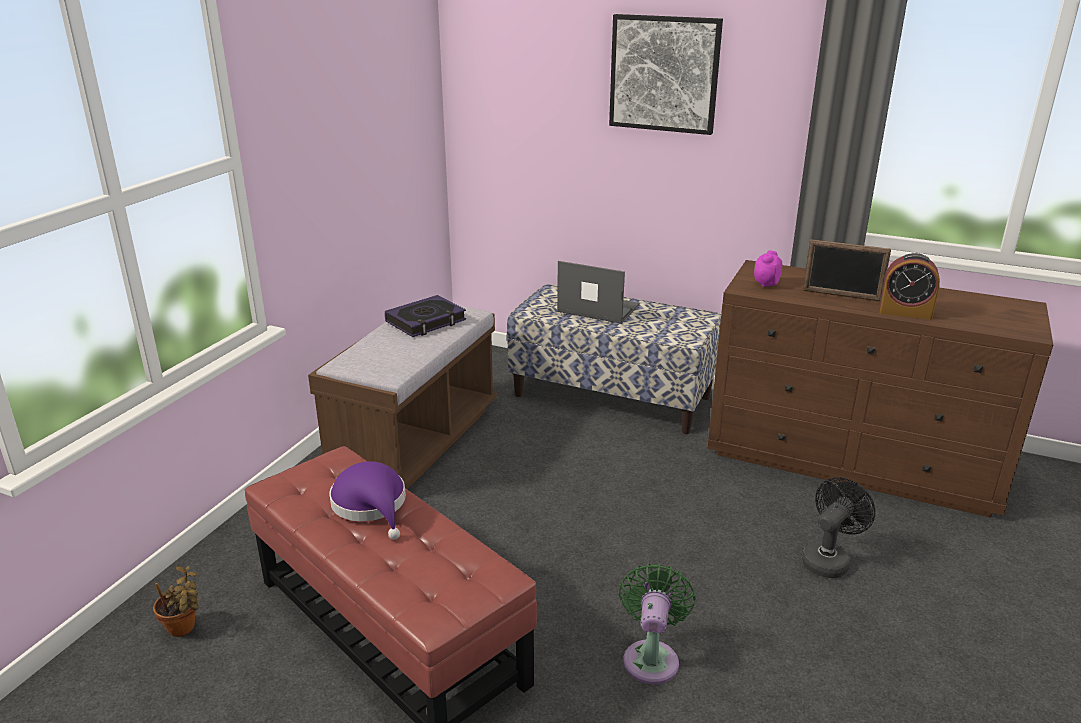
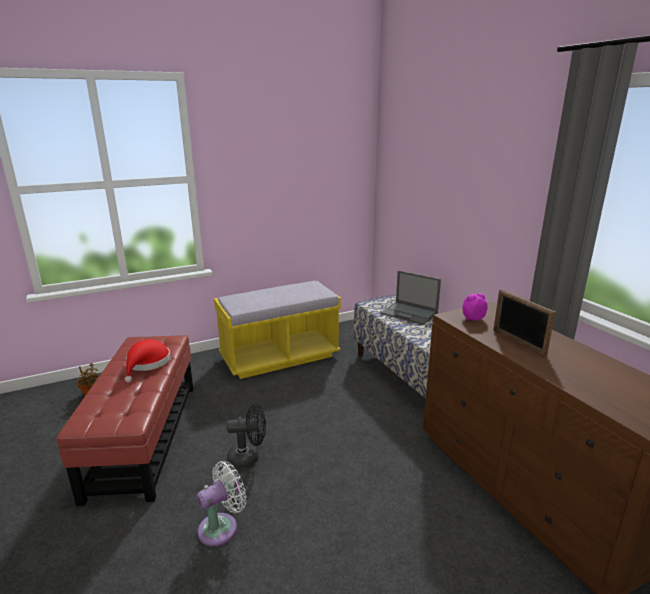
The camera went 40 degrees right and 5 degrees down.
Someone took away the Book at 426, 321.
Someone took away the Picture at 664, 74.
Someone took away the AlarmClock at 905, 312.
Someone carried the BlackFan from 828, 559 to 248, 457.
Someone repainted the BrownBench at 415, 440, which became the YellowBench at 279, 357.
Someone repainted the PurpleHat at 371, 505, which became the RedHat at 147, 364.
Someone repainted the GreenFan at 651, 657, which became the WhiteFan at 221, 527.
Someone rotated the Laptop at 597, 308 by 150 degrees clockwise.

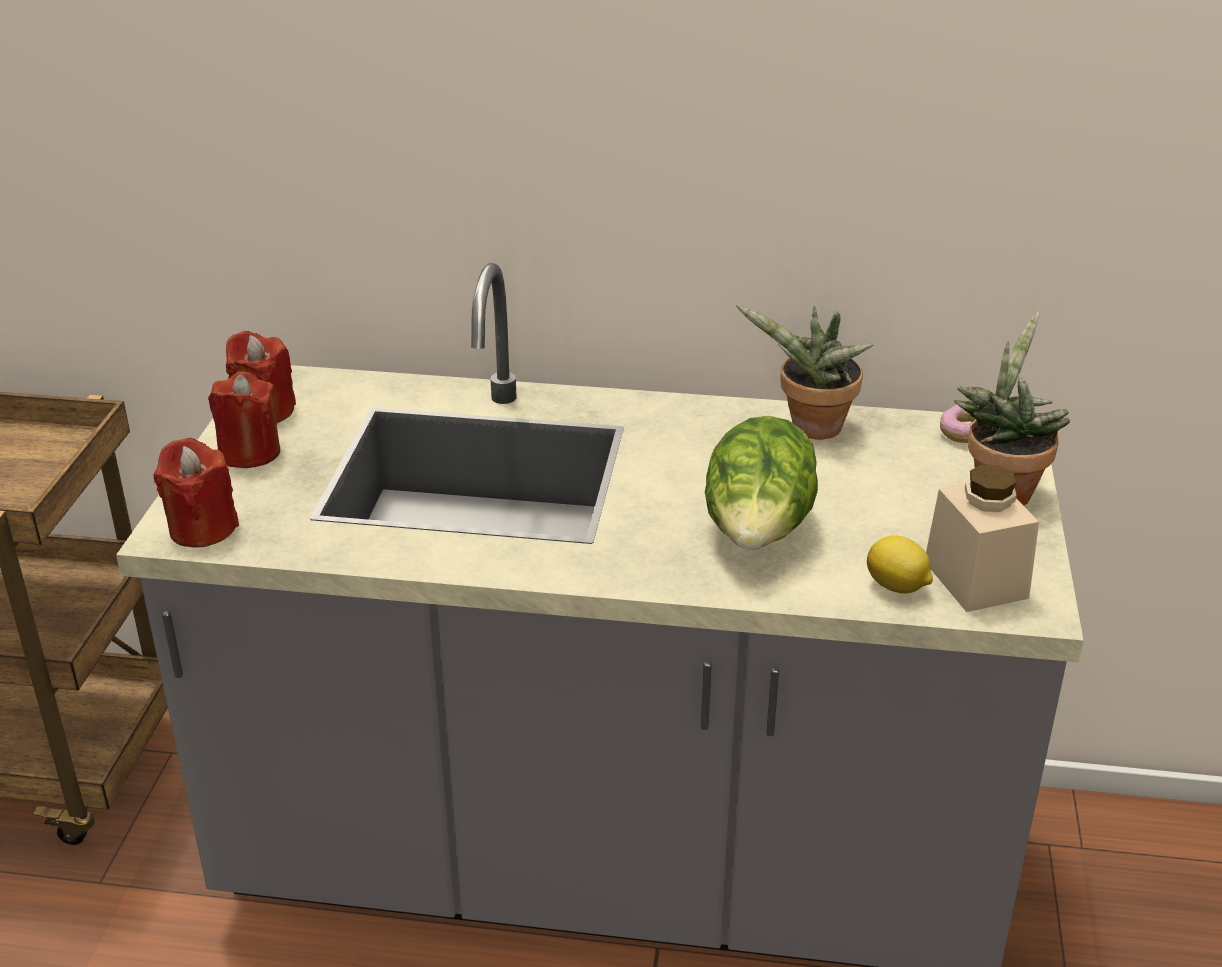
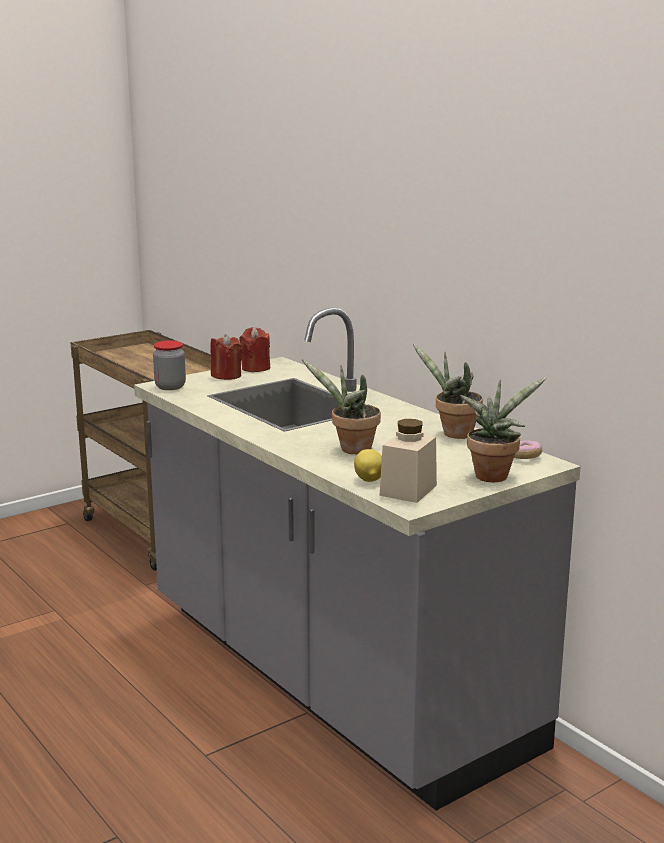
The camera went 45 degrees right and 15 degrees down.
Someone swapped the RedCandle at 202, 528 for the Jar at 170, 387.
Someone swapped the Lettuce at 758, 535 for the PottedPlant at 351, 450.

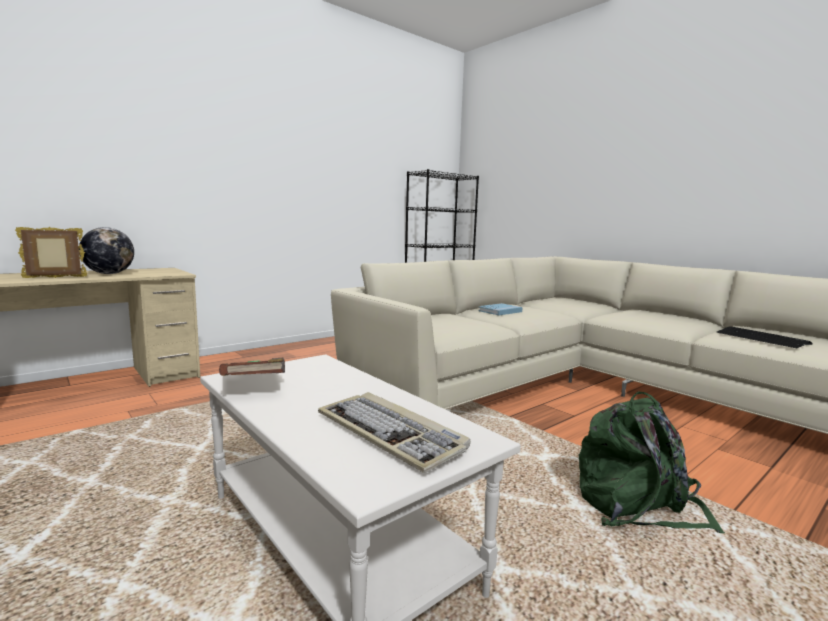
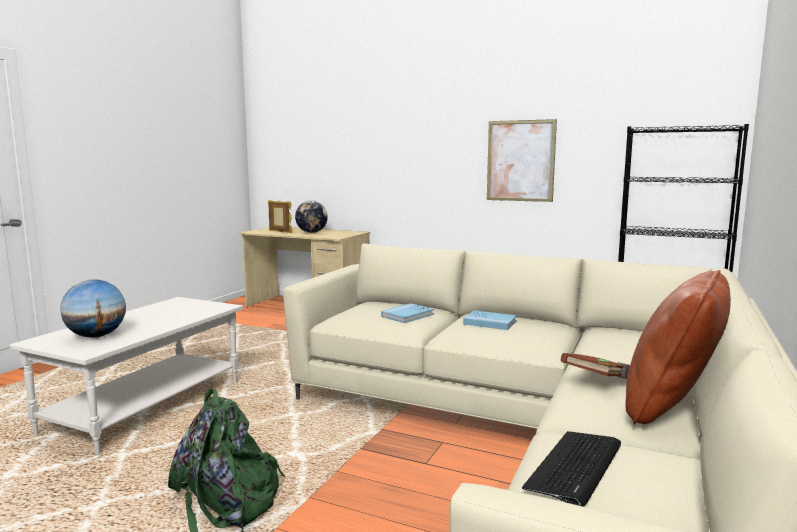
The camera went 65 degrees right and 0 degrees up.
Someone put down the BlueBook at 407, 315.
Someone put up the Picture at 520, 161.
Someone put down the BrownPillow at 672, 407.
Someone carried the BrownBook from 254, 385 to 600, 381.
Someone swapped the Keyboard at 391, 433 for the Globe at 96, 336.

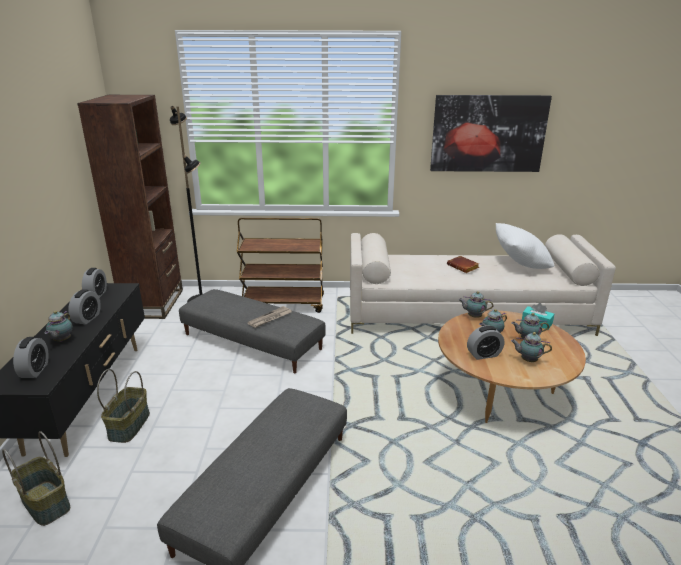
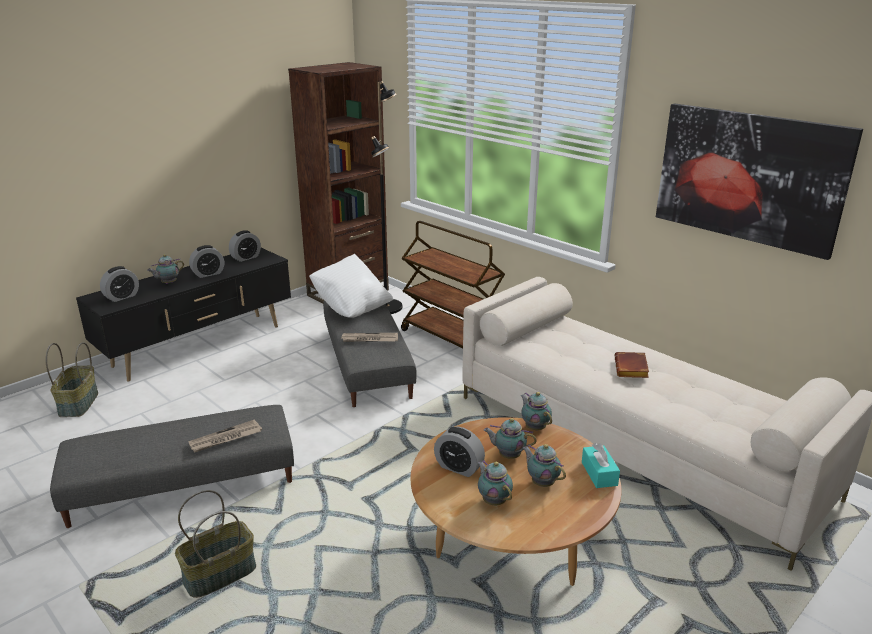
The camera went 45 degrees right and 0 degrees up.
Someone put down the Newspaper at 225, 439.
Someone carried the Basket from 129, 425 to 220, 574.
Someone carried the WhitePillow from 520, 264 to 352, 308.

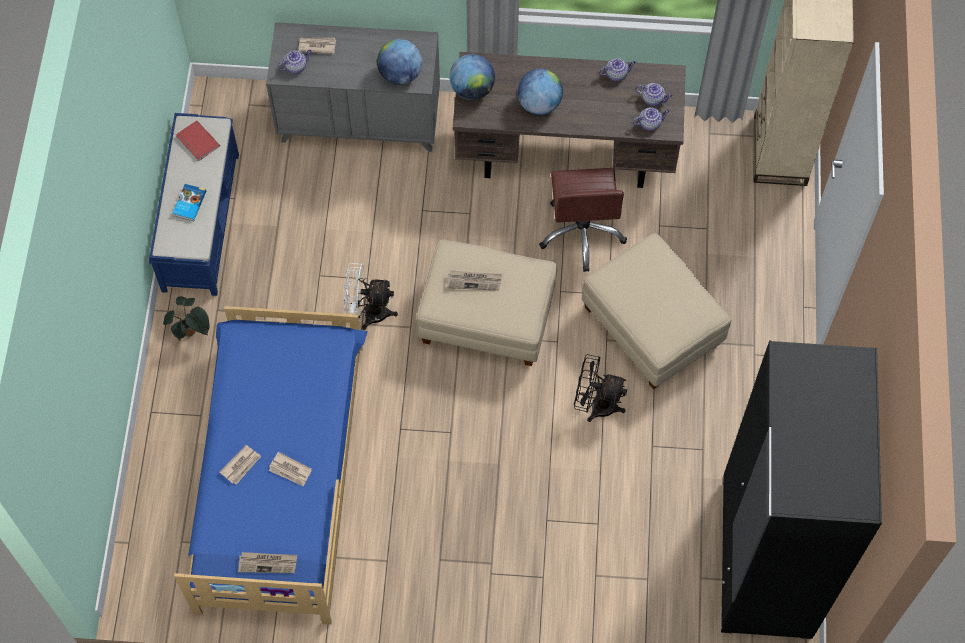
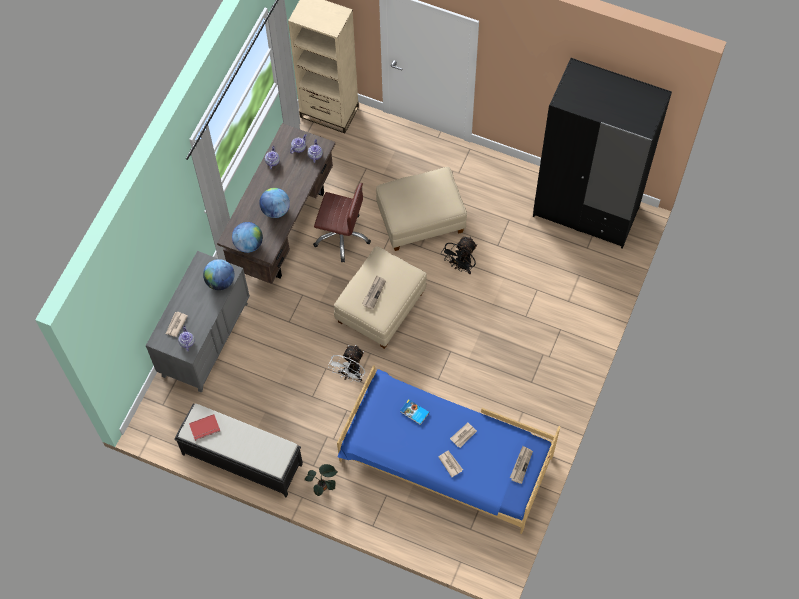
The camera went 70 degrees left and 0 degrees up.
Someone carried the Book from 189, 204 to 414, 413.
Someone repainted the BlueBench at 201, 220, which became the BlackBench at 241, 458.

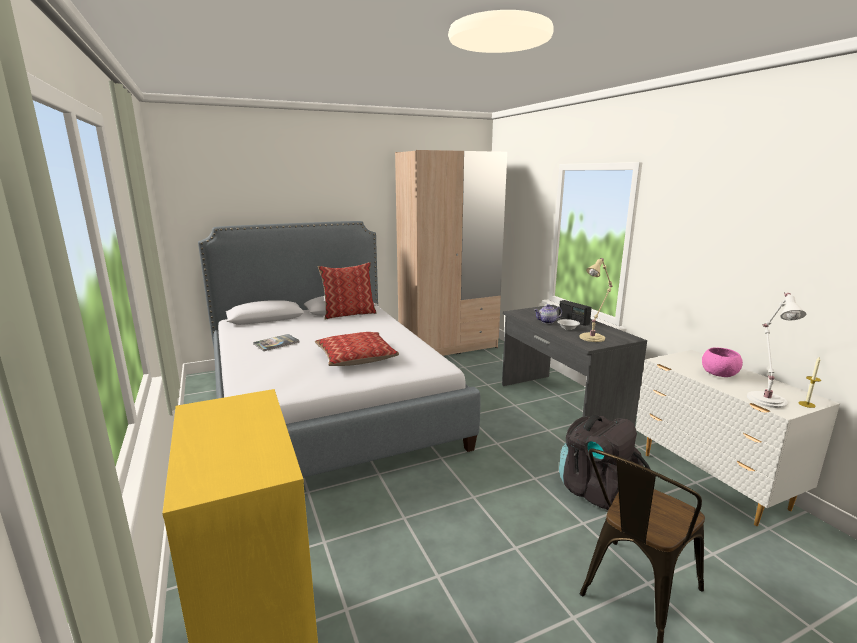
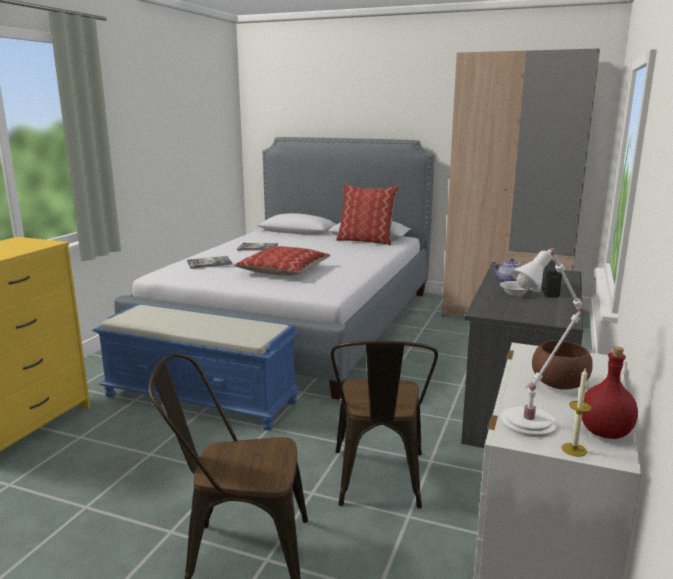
The camera went 45 degrees right and 0 degrees up.
Someone took away the BeigeTableLamp at 593, 337.
Someone put down the BlueBench at 202, 398.
Someone put down the Book at 209, 263.
Someone put down the RedBottle at 606, 433.
Someone swapped the BlackBackpack at 597, 492 for the BrownChair at 379, 483.
Someone repainted the PinkBowl at 718, 374, which became the BrownBowl at 558, 384.

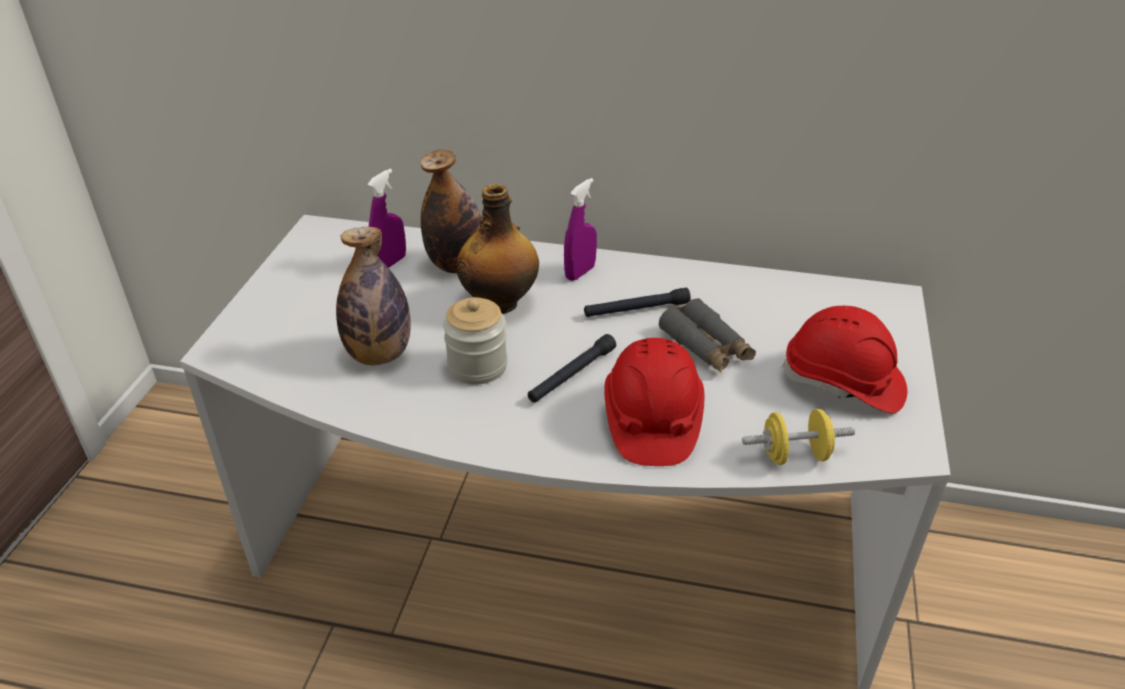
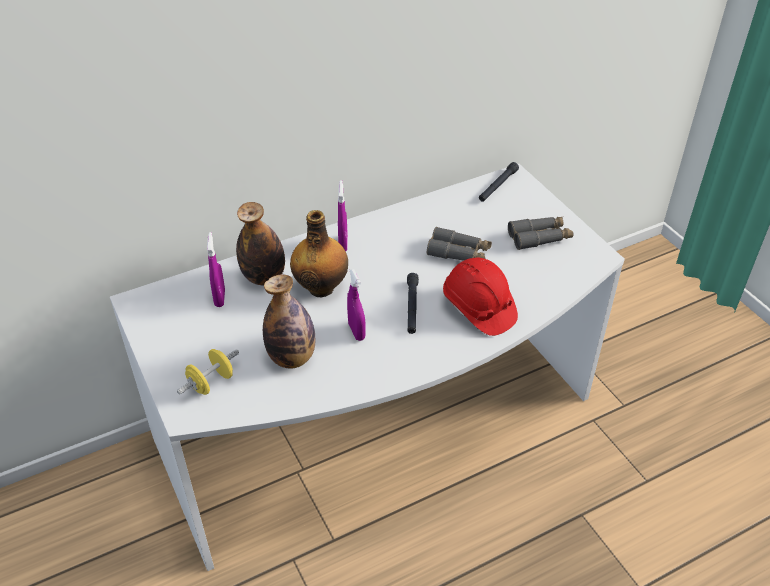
The camera went 40 degrees left and 5 degrees up.
Someone carried the BlackFlashlight from 636, 310 to 497, 186.
Someone carried the YellowDumbbell from 794, 455 to 211, 383.
Someone swapped the Jar at 477, 366 for the PurpleSprayBottle at 356, 331.
Someone swapped the RedHardHat at 843, 383 for the GreyBinoculars at 539, 237.

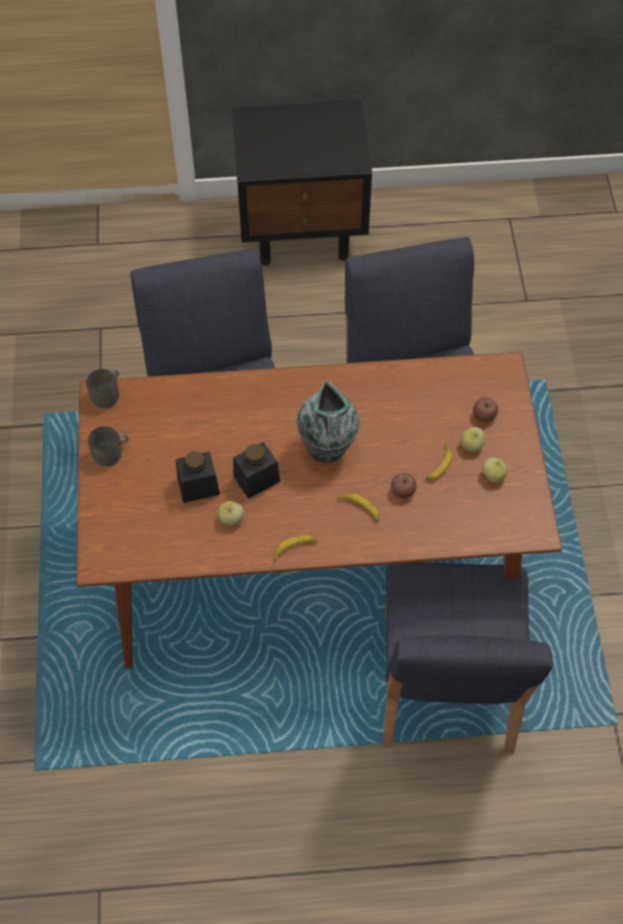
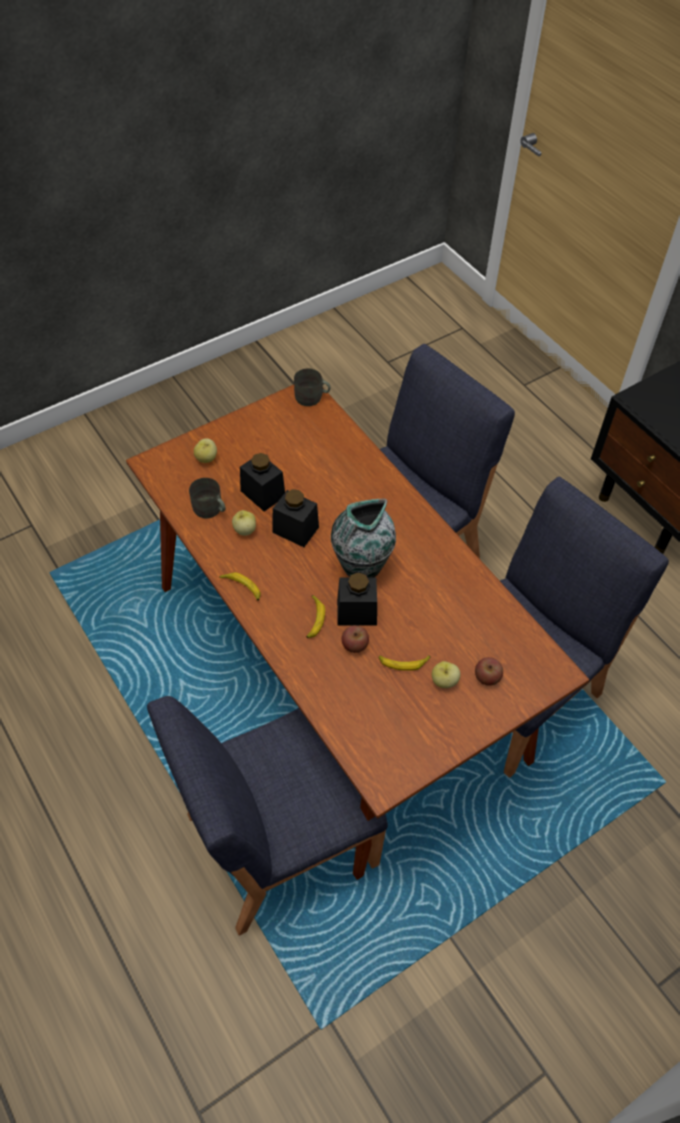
The camera went 60 degrees right and 5 degrees down.
Someone put down the BlackJar at 357, 612.
Someone carried the GreyMug from 111, 453 to 210, 510.
Someone carried the Apple from 493, 475 to 206, 458.

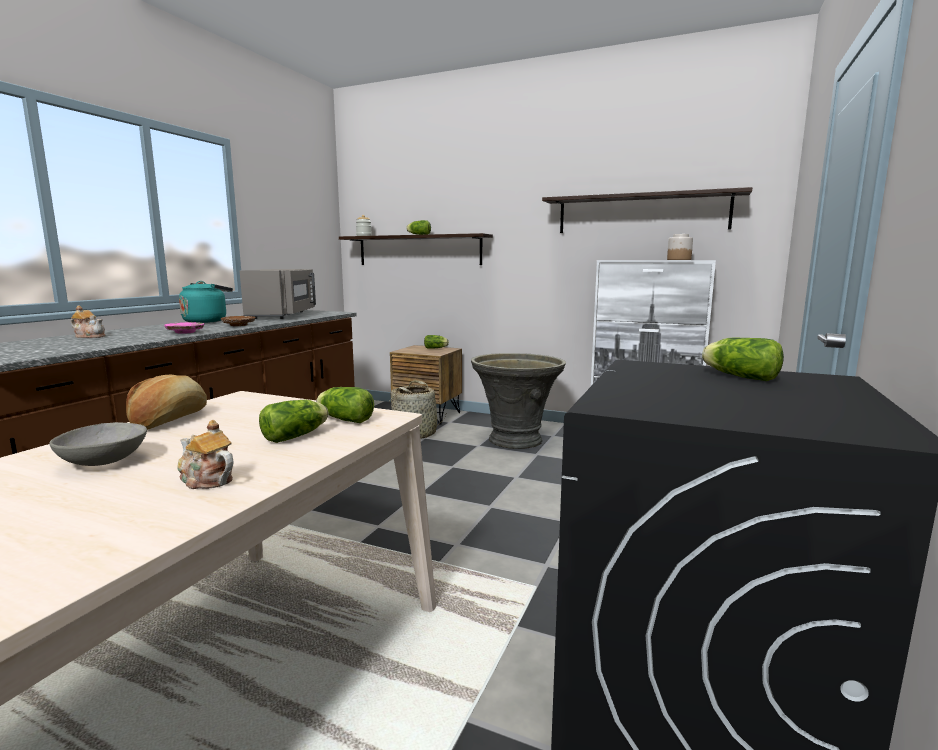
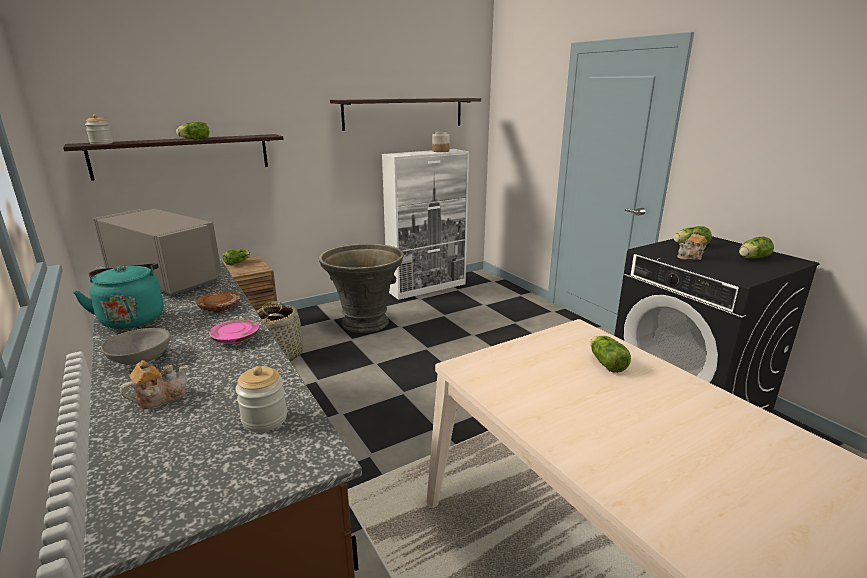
The camera went 55 degrees left and 10 degrees up.
Someone took away the Bread at 169, 420.
Someone put down the Jar at 264, 419.
Someone carried the GreyBowl from 103, 462 to 140, 360.
Someone carried the Teapot from 206, 480 to 690, 257.
Someone carried the Lettuce from 344, 419 to 752, 258.

